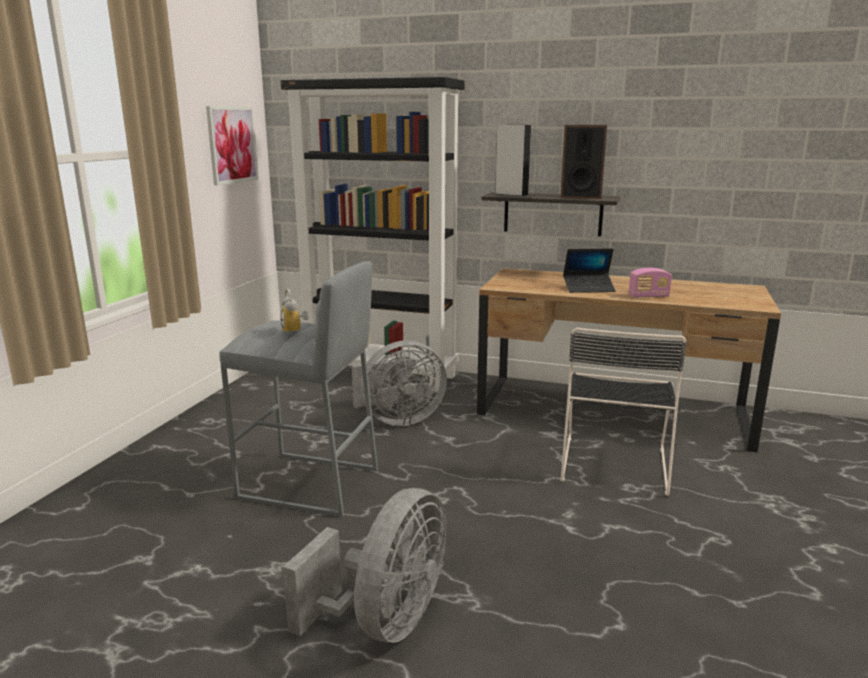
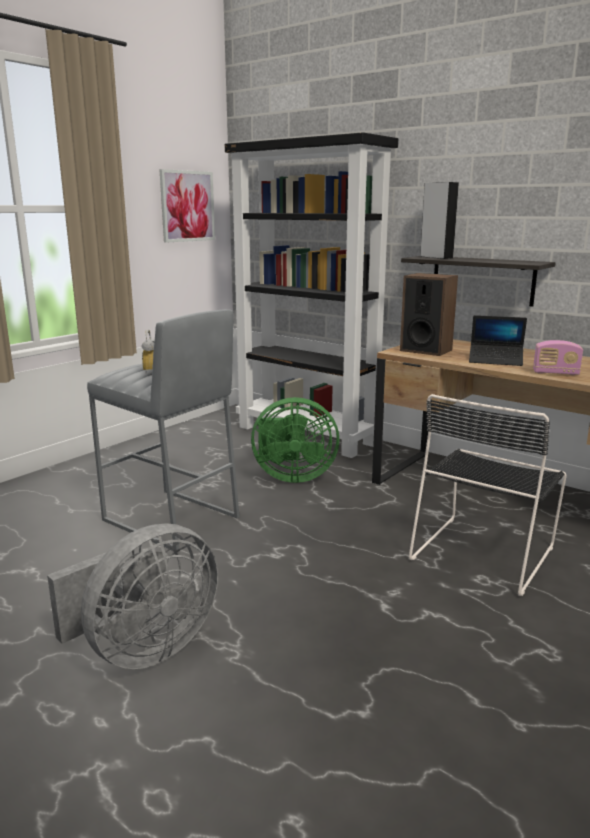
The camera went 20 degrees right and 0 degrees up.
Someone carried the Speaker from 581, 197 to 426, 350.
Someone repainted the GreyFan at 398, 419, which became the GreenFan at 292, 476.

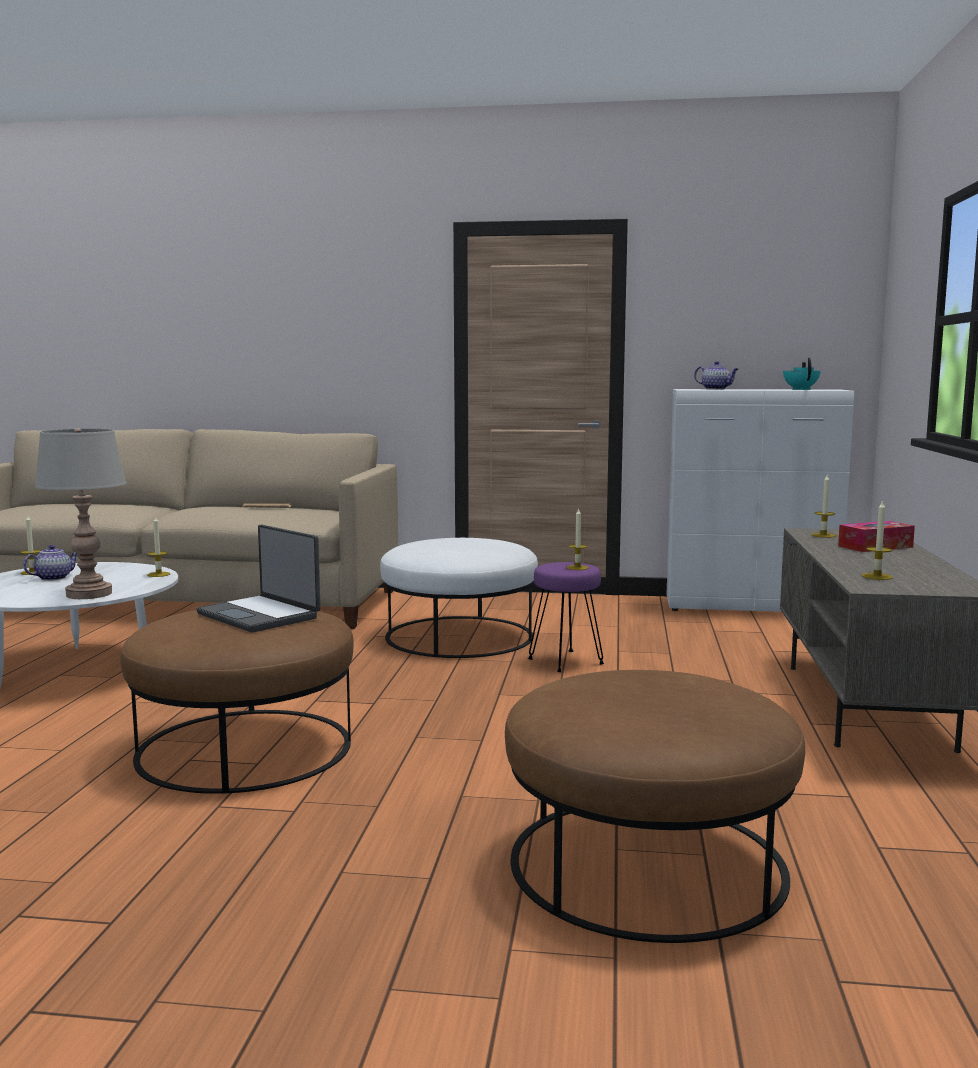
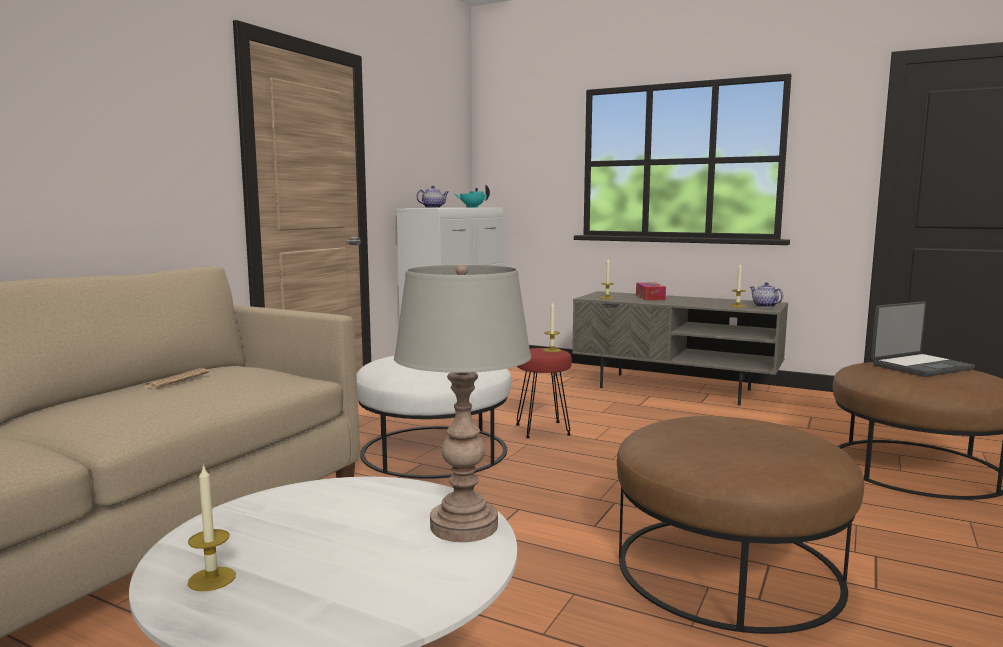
The camera went 70 degrees left and 0 degrees up.
Someone took away the Candle at 158, 574.
Someone carried the Teapot from 54, 578 to 764, 306.
Someone carried the Laptop from 260, 615 to 920, 366.
Someone repainted the PurpleStool at 566, 661, which became the RedStool at 543, 430.

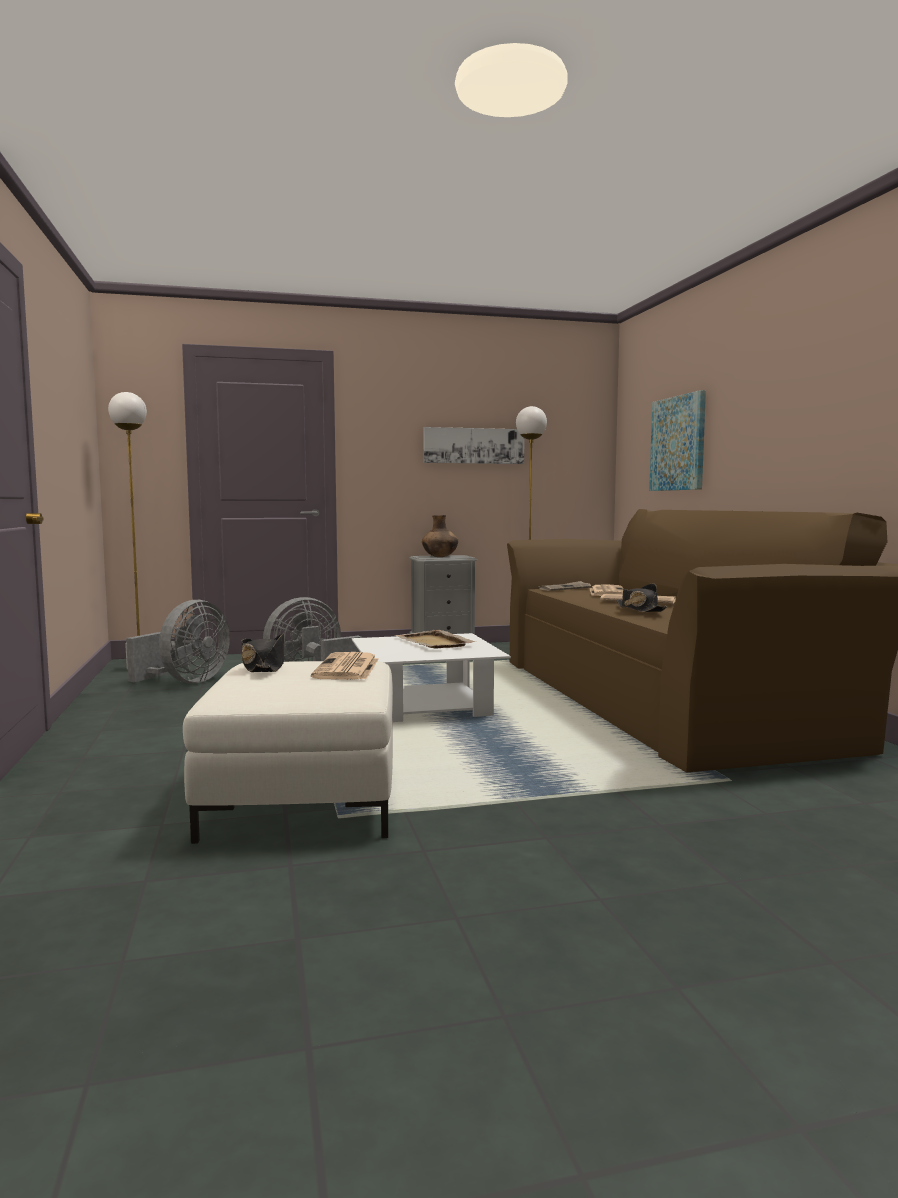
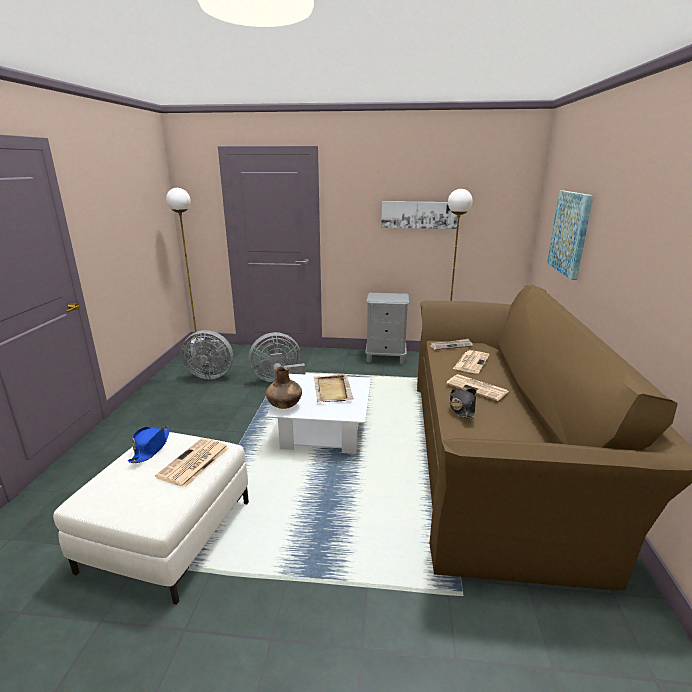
The camera went 20 degrees right and 15 degrees up.
Someone carried the BrownVase from 440, 557 to 285, 406.
Someone repainted the BlackHat at 263, 666, which became the BlueHat at 151, 447.
Someone rotated the GreyFan at 186, 682 by 45 degrees clockwise.

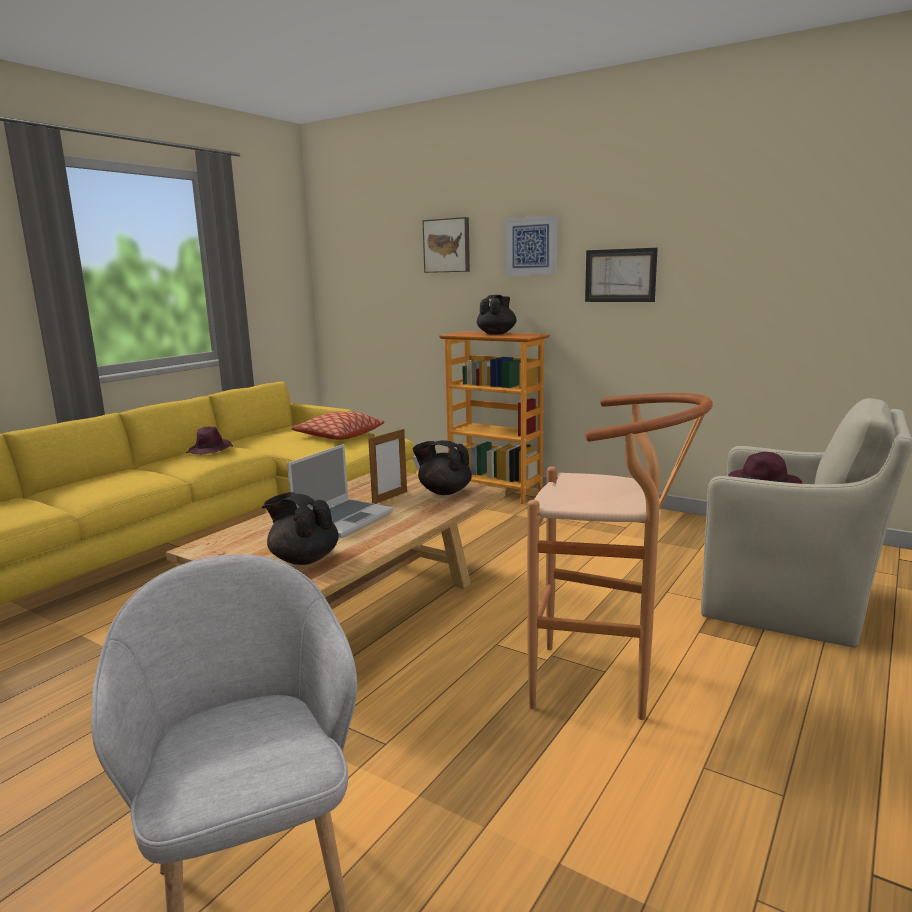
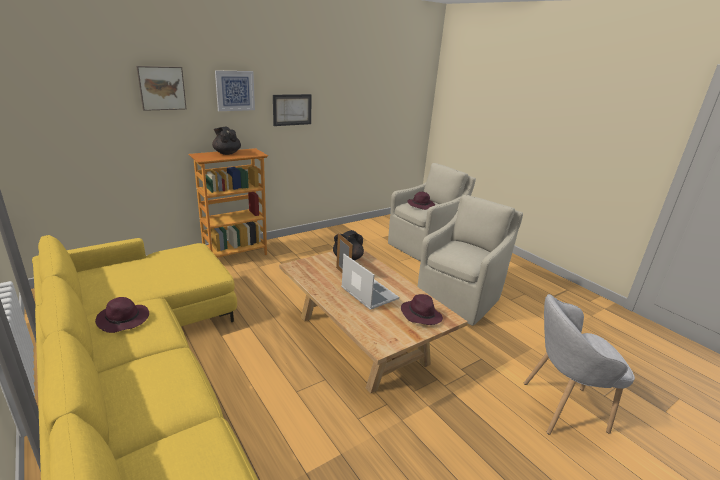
The camera went 70 degrees left and 10 degrees up.
Someone took away the Pillow at 338, 436.
Someone swapped the BlackTeapot at 304, 559 for the PurpleHat at 420, 315.
Someone swapped the BrownStool at 605, 685 for the BeigeArmchair at 460, 298.

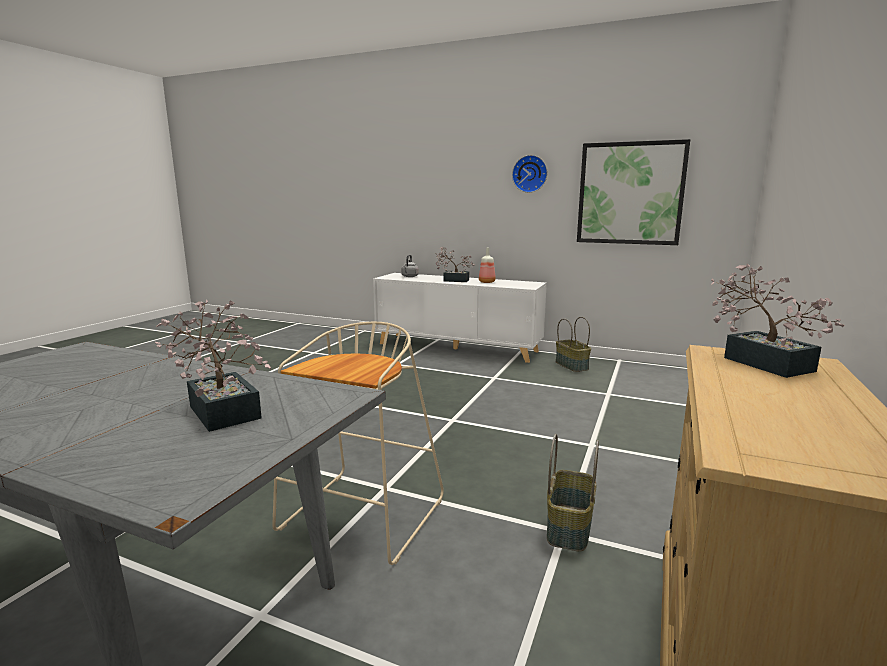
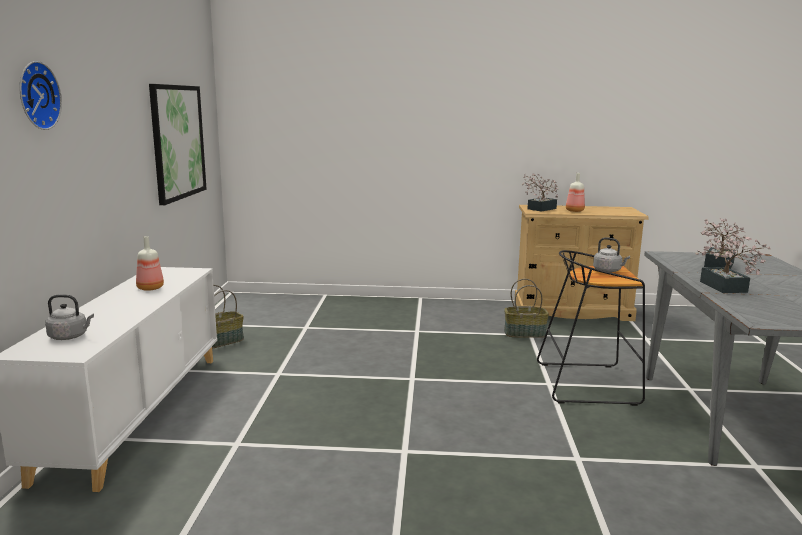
The camera went 110 degrees left and 0 degrees up.
Someone put down the Bottle at 574, 211.
Someone put down the GreyKettle at 608, 271.
Someone carried the PottedPlant from 453, 280 to 726, 288.
Someone carried the WallClock from 530, 174 to 36, 95.
Someone repainted the BeigeStool at 363, 517, which became the BlackStool at 588, 383.

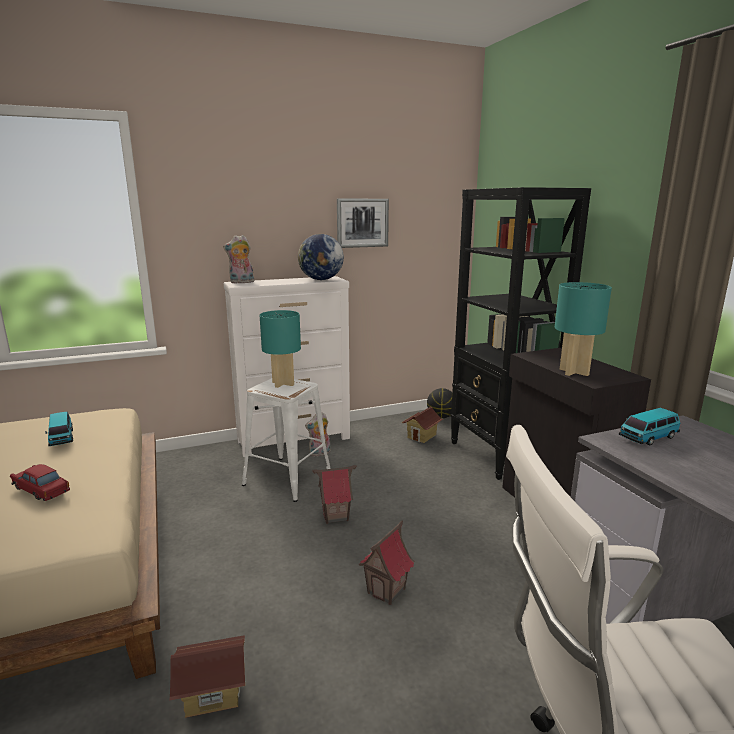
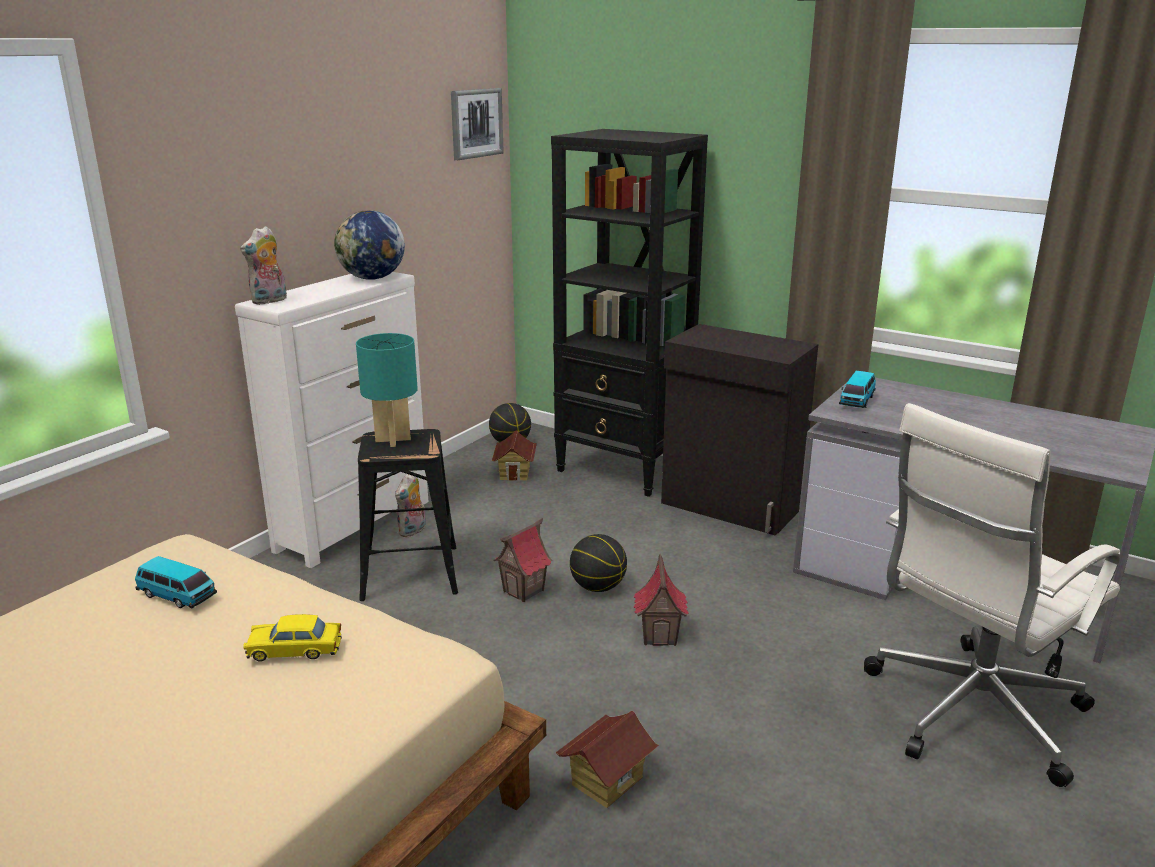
The camera went 35 degrees left and 5 degrees up.
Someone took away the TurquoiseTableLamp at 573, 372.
Someone put down the Basketball at 598, 587.
Someone carried the Picture from 362, 223 to 476, 123.
Someone repainted the RedToyCar at 41, 490, which became the YellowToyCar at 294, 650.
Someone repainted the WhiteStool at 288, 477, which became the BlackStool at 410, 571.

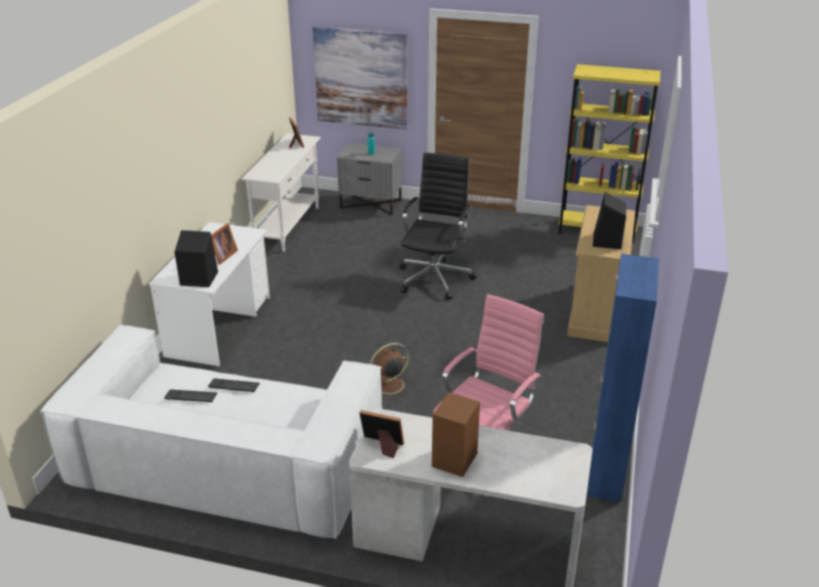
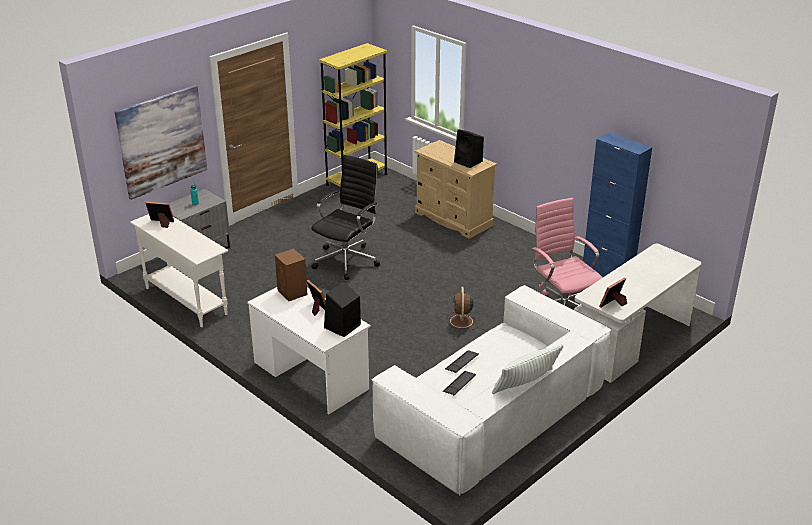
The camera went 60 degrees left and 0 degrees up.
Someone put down the Pillow at 525, 384.
Someone carried the BrownSpeaker from 454, 460 to 292, 293.
Someone rotated the BlackOfficeChair at 435, 278 by 75 degrees clockwise.

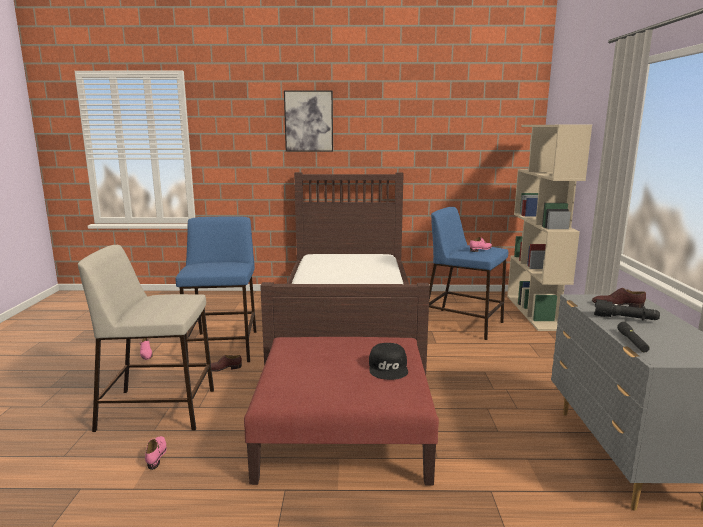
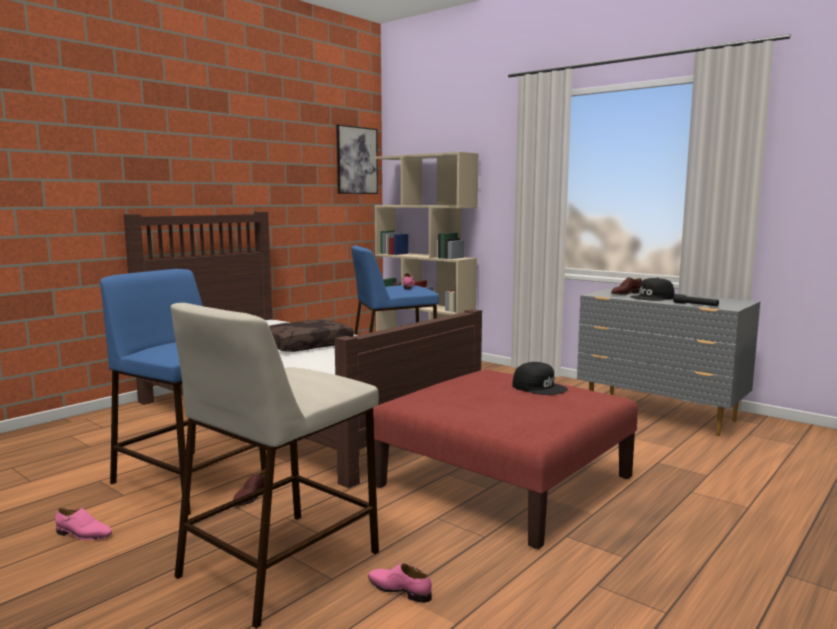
The camera went 50 degrees left and 5 degrees down.
Someone put down the BrownPillow at 306, 345.
Someone carried the Picture from 309, 121 to 356, 160.
Someone swapped the BlackFlashlight at 625, 319 for the BlackCap at 652, 298.

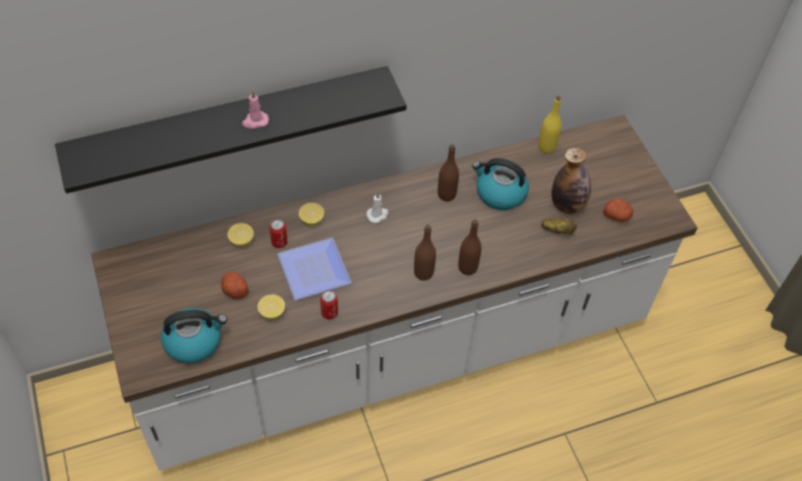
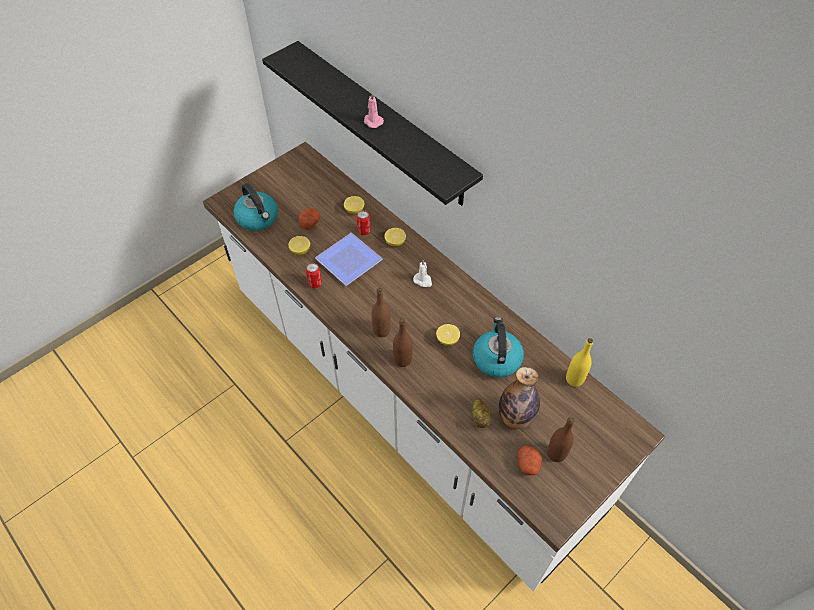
The camera went 70 degrees right and 0 degrees up.
Someone put down the Lemon at 447, 339.
Someone carried the BrownBottle from 446, 194 to 556, 453.

